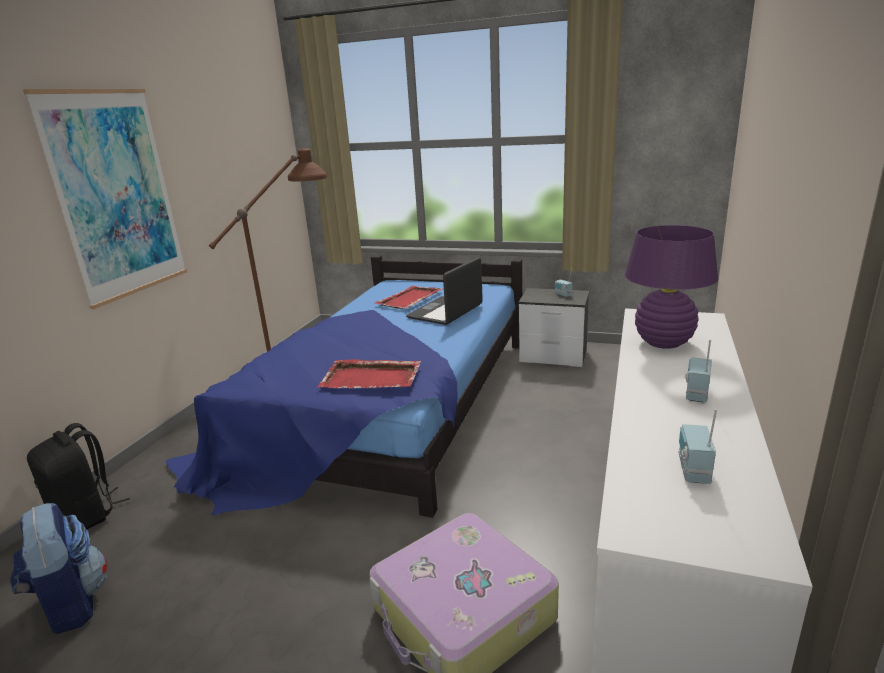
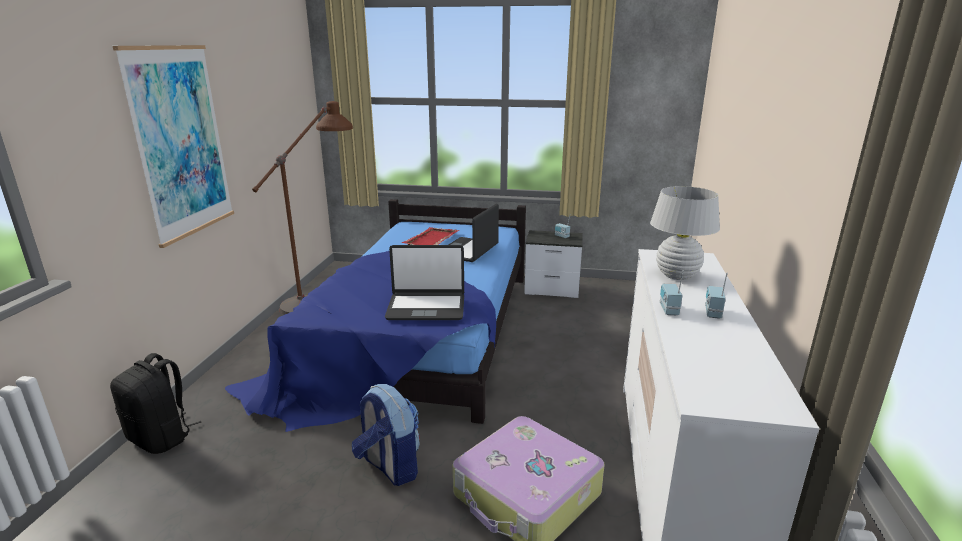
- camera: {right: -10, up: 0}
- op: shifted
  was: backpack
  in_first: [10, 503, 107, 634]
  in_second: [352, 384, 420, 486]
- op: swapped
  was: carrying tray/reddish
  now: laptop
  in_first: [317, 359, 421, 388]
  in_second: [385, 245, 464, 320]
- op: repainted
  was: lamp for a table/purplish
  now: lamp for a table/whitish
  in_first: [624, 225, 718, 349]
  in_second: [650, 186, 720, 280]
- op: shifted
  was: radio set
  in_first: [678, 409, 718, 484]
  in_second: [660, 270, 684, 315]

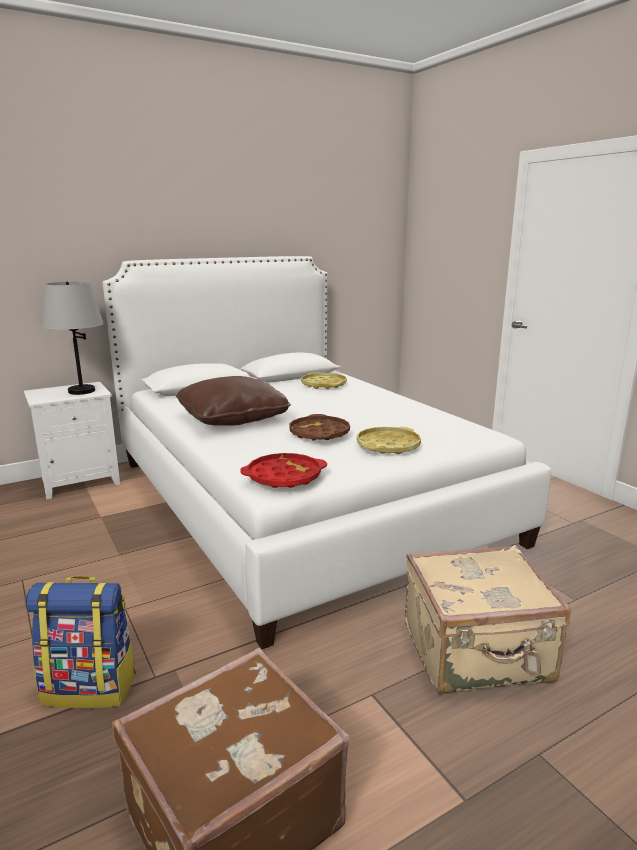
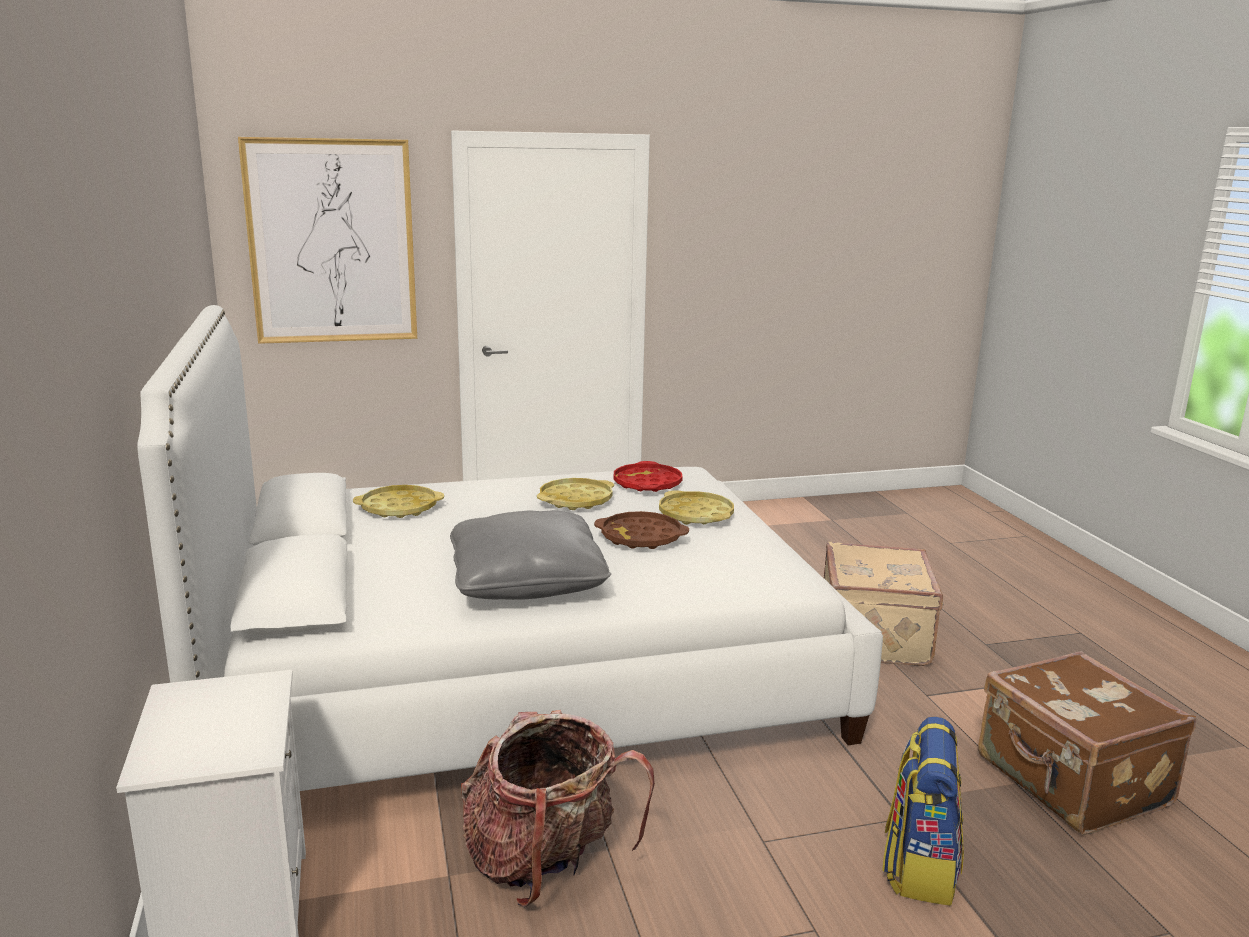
- camera: {right: -75, up: 0}
- op: gone
  was: lamp for a table/grey
  in_first: [41, 281, 104, 395]
- op: repainted
  was: cushion/brownish
  now: cushion/grey
  in_first: [176, 376, 291, 426]
  in_second: [450, 510, 611, 600]
- op: shifted
  was: carrying tray/reddish
  in_first: [241, 453, 327, 488]
  in_second: [614, 461, 683, 492]
- op: new
  now: picture
  in_second: [238, 137, 417, 344]
- op: new
  now: backpack
  in_second: [461, 710, 655, 907]
- op: new
  now: carrying tray/yellow
  in_second: [537, 478, 614, 510]

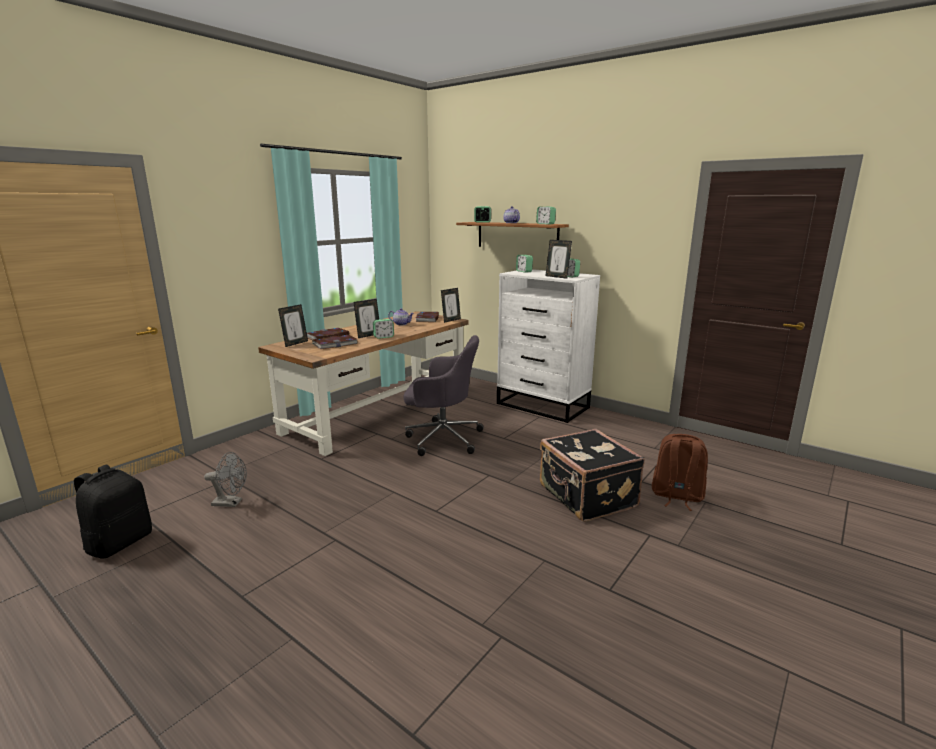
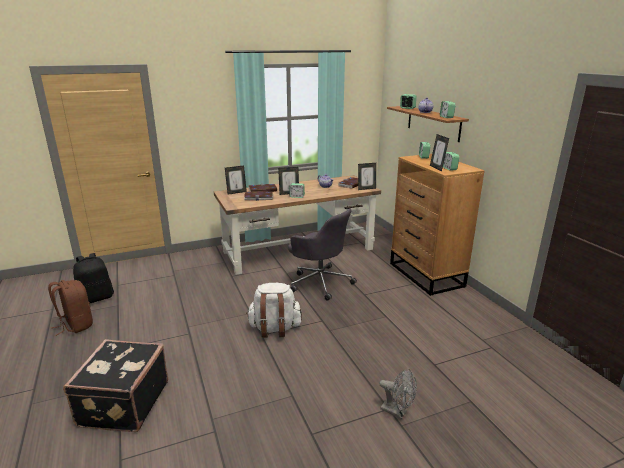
- camera: {right: 30, up: 5}
- op: shifted
  was: cooling fan/grey
  in_first: [204, 452, 247, 507]
  in_second: [379, 369, 417, 419]
- op: repainted
  was: chest of drawers/whitish
  now: chest of drawers/brownish
  in_first: [497, 269, 600, 423]
  in_second: [390, 154, 484, 296]
- op: shifted
  was: suitcase/black-coloured
  in_first: [540, 429, 645, 522]
  in_second: [63, 339, 168, 432]
- op: shifted
  was: backpack/brownish
  in_first: [652, 434, 708, 511]
  in_second: [48, 280, 93, 336]
- op: new
  now: backpack/whitish
  in_second: [246, 283, 302, 338]

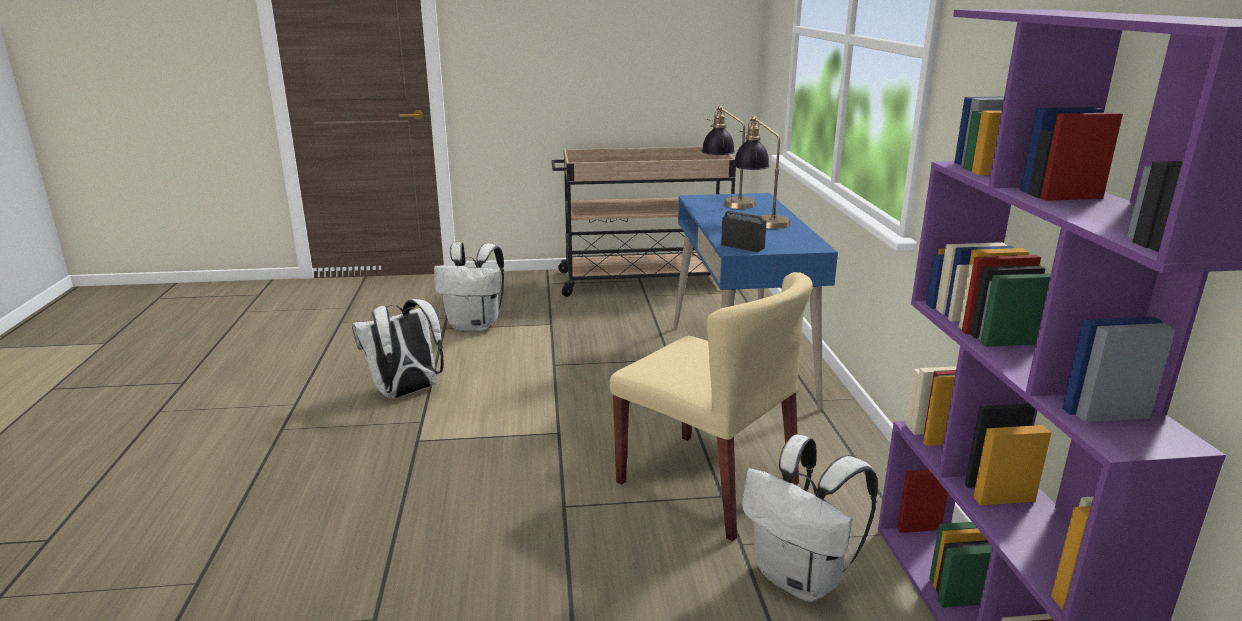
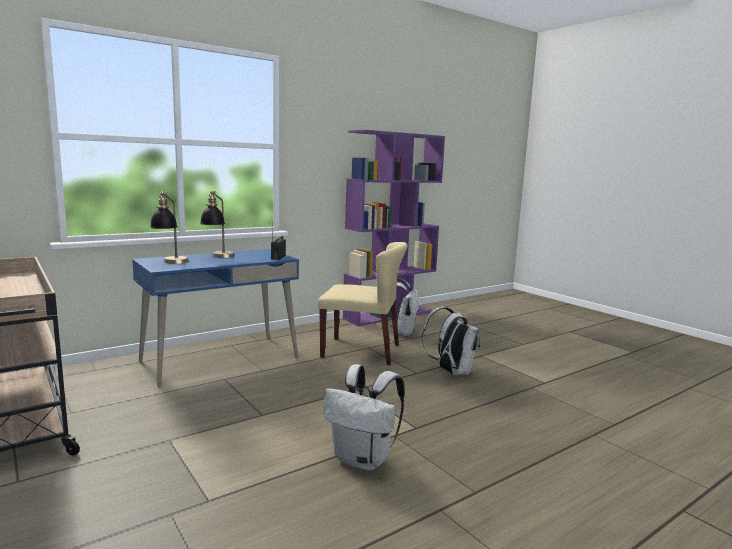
- camera: {right: -120, up: -10}
- op: shifted
  was: backpack/whitish
  in_first: [434, 242, 504, 332]
  in_second: [422, 307, 481, 375]
- op: rotated
  was: chair/beige-coloured
  in_first: [610, 272, 813, 541]
  in_second: [318, 242, 407, 365]
  clockwise: 90

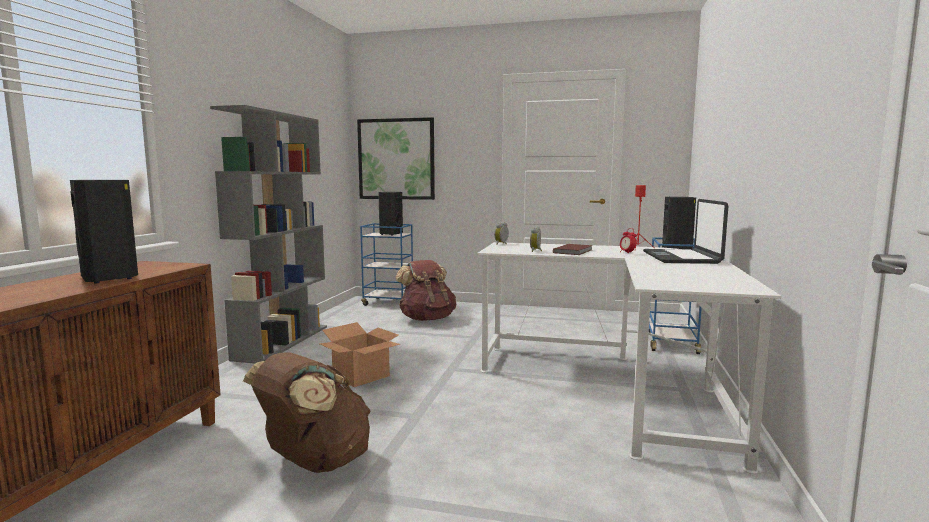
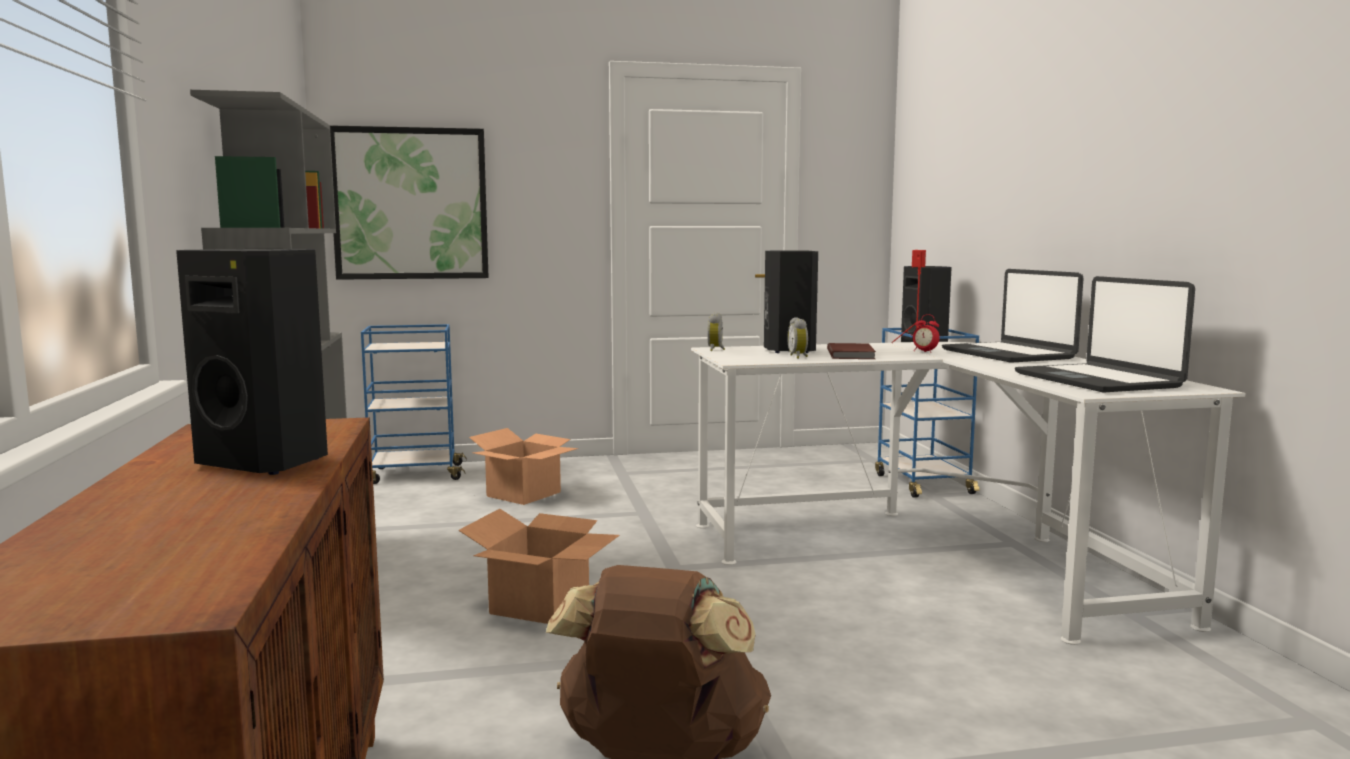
- camera: {right: -25, up: 0}
- op: shifted
  was: speaker/black-coloured
  in_first: [378, 192, 403, 236]
  in_second: [764, 250, 818, 353]
- op: swapped
  was: backpack/brownish
  now: packing box
  in_first: [395, 260, 456, 321]
  in_second: [469, 428, 578, 505]
- op: new
  now: laptop
  in_second: [1015, 276, 1195, 393]

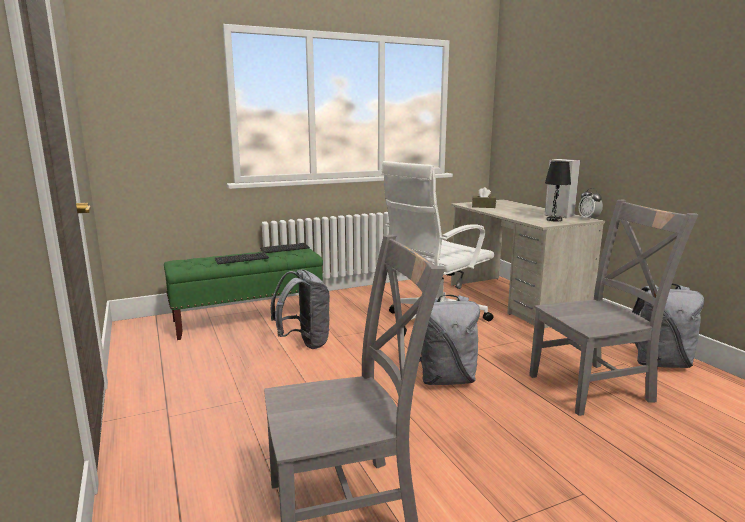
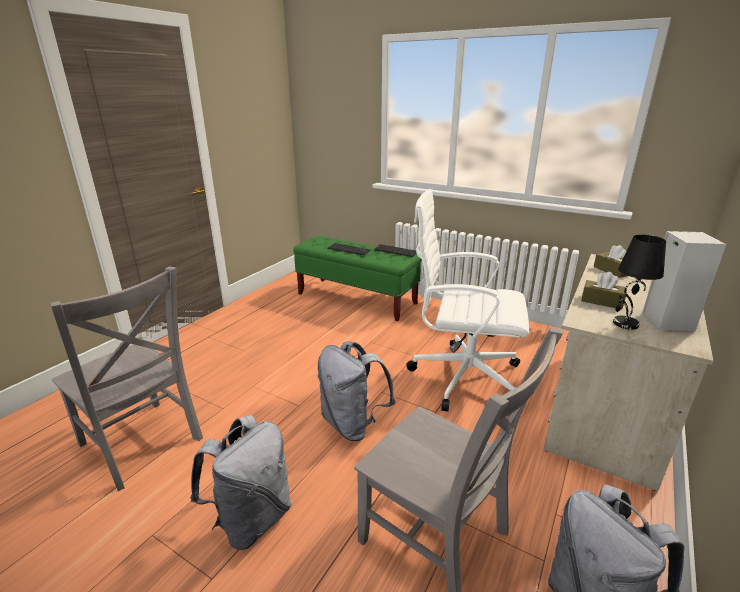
- camera: {right: 55, up: 10}
- op: shifted
  was: backpack/grey
  in_first: [271, 269, 330, 349]
  in_second: [190, 415, 291, 550]
- op: gone
  was: table clock
  in_first: [579, 188, 603, 221]
- op: new
  now: tissue holder/brownish
  in_second: [581, 272, 627, 309]

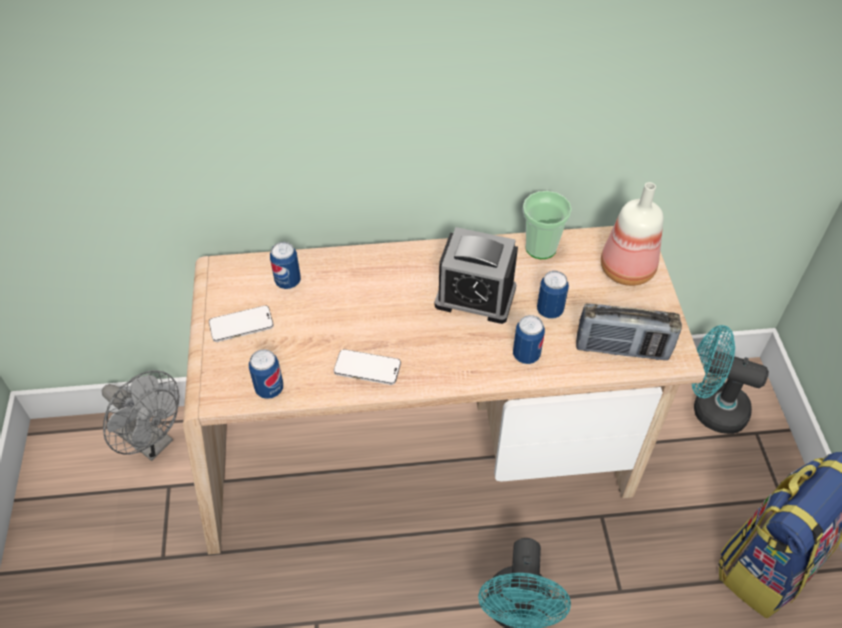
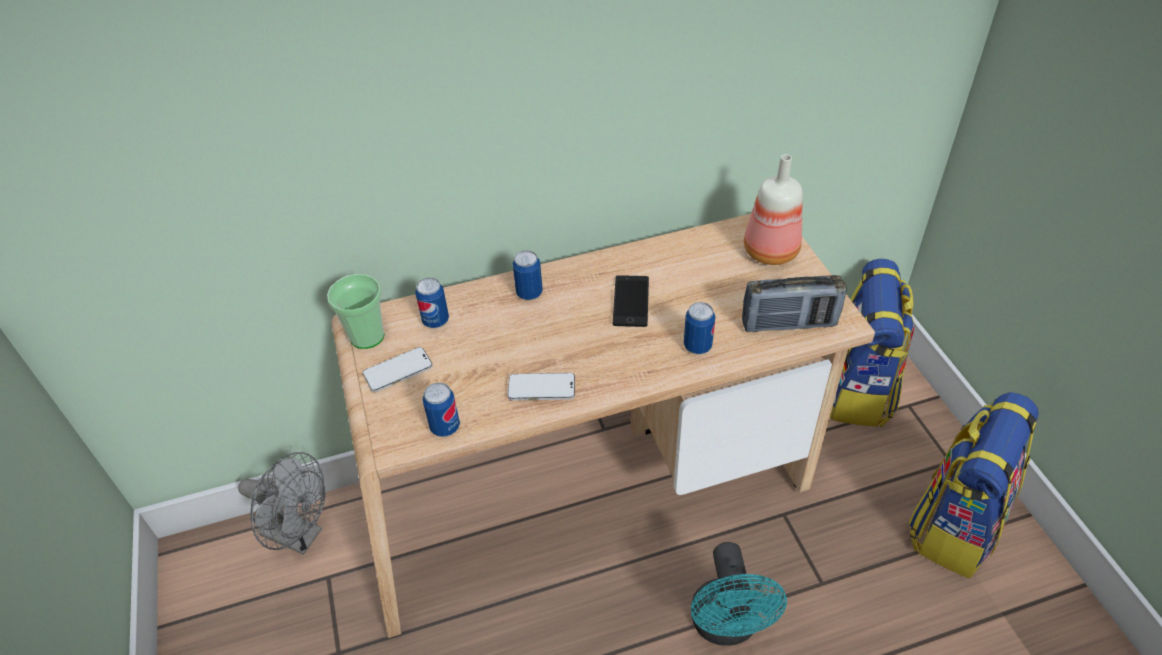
- camera: {right: -10, up: -5}
- op: swapped
  was: table clock
  now: phone
  in_first: [435, 227, 518, 324]
  in_second: [613, 275, 649, 327]
- op: shifted
  was: drinking cup
  in_first: [523, 191, 572, 259]
  in_second: [327, 274, 384, 349]
- op: shifted
  was: can
  in_first: [537, 271, 569, 319]
  in_second: [513, 250, 543, 300]
- op: swapped
  was: cooling fan/blue-green
  now: backpack
  in_first: [692, 325, 769, 434]
  in_second: [830, 259, 915, 427]

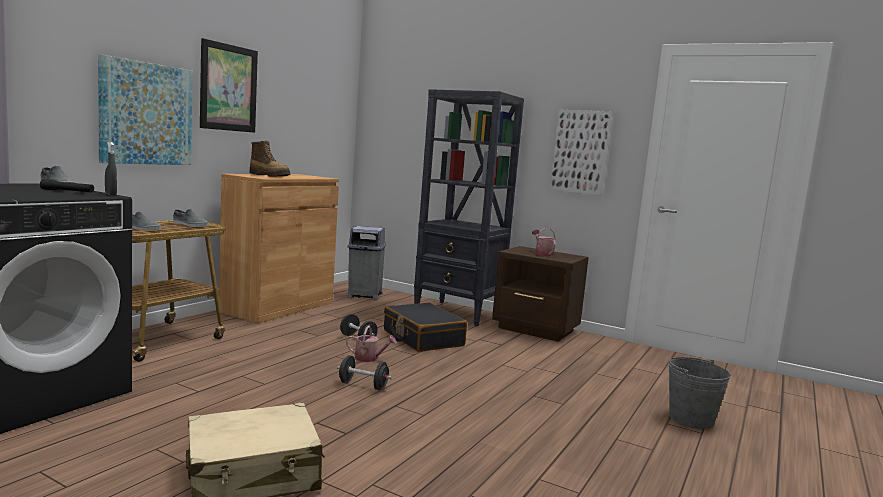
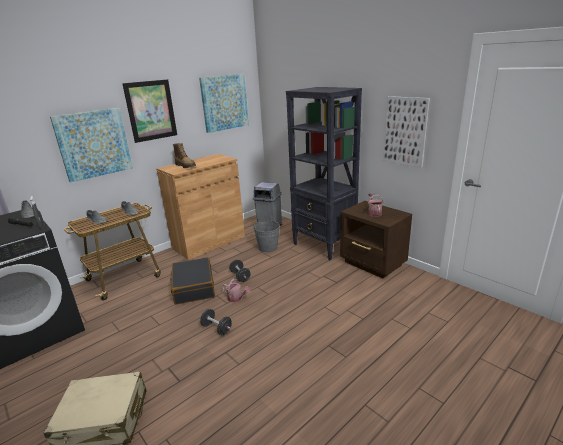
- camera: {right: 20, up: 15}
- op: shifted
  was: suitcase/black-coloured
  in_first: [384, 303, 467, 352]
  in_second: [170, 257, 215, 305]
- op: shifted
  was: water bucket/grey
  in_first: [668, 357, 731, 429]
  in_second: [253, 220, 280, 252]
- op: new
  now: picture
  in_second: [199, 74, 249, 133]

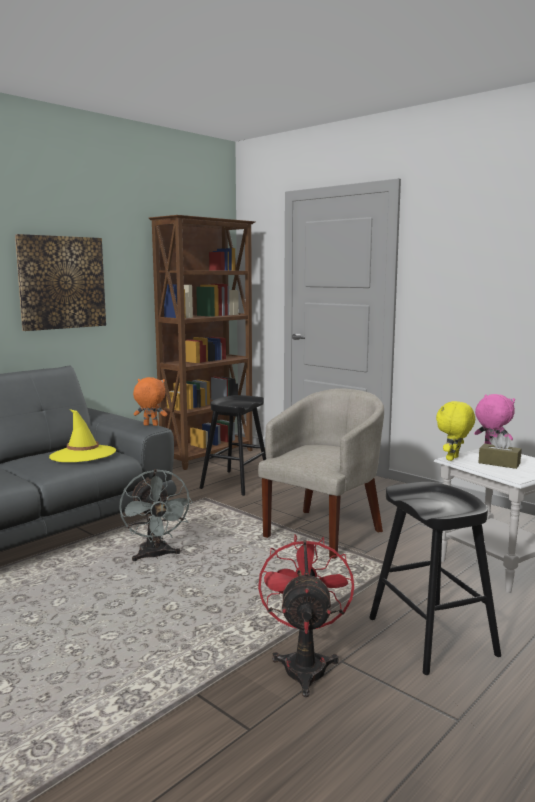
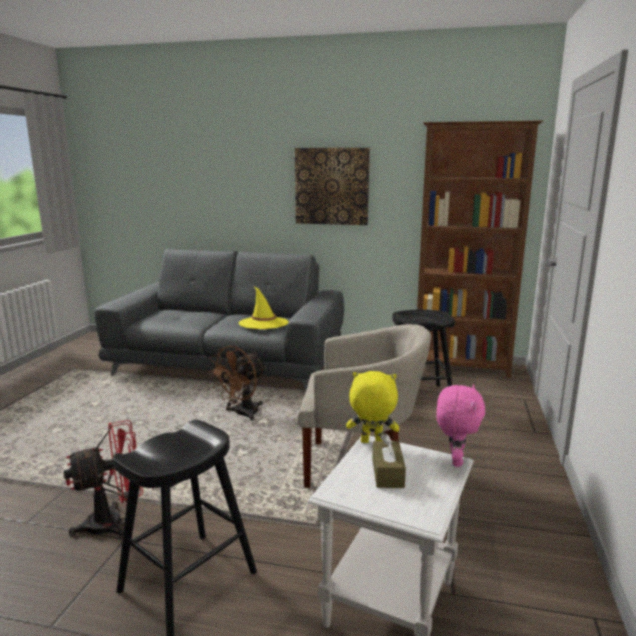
- camera: {right: 60, up: 5}
- op: repainted
  was: cooling fan/grey
  now: cooling fan/brownish
  in_first: [119, 469, 193, 561]
  in_second: [208, 346, 266, 420]
- op: gone
  was: soft toy/orange-coloured
  in_first: [133, 377, 167, 426]

